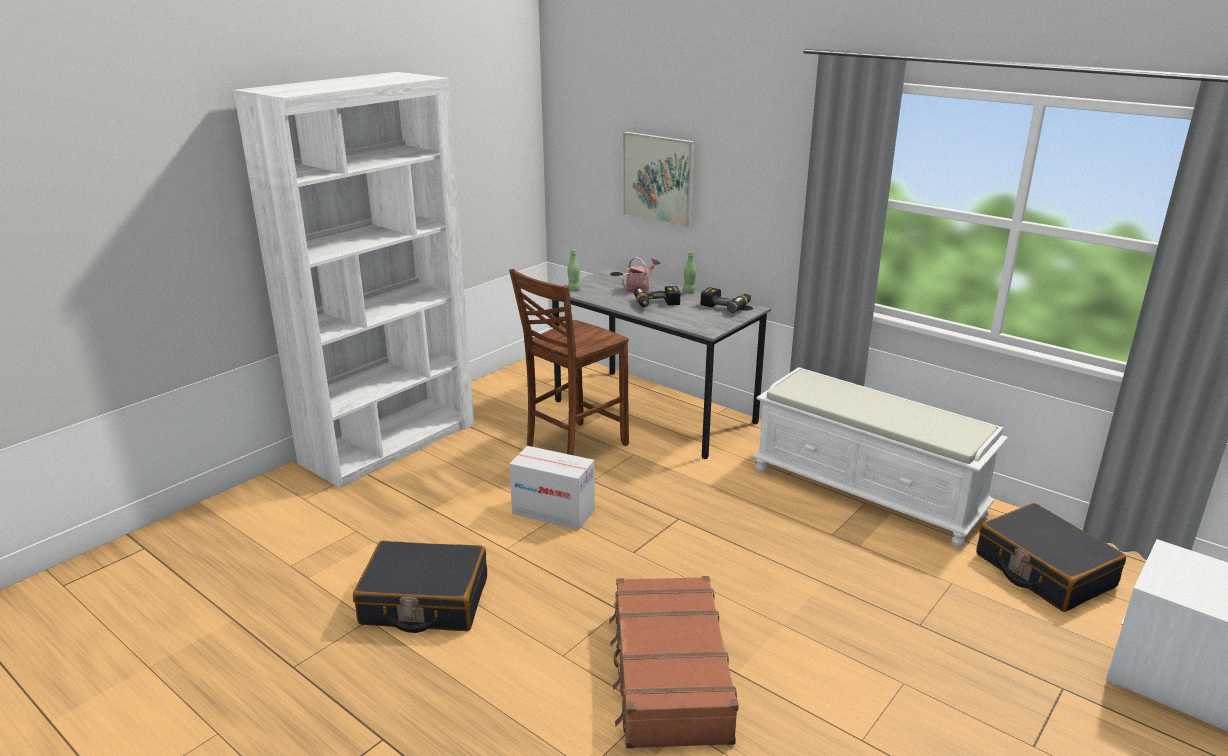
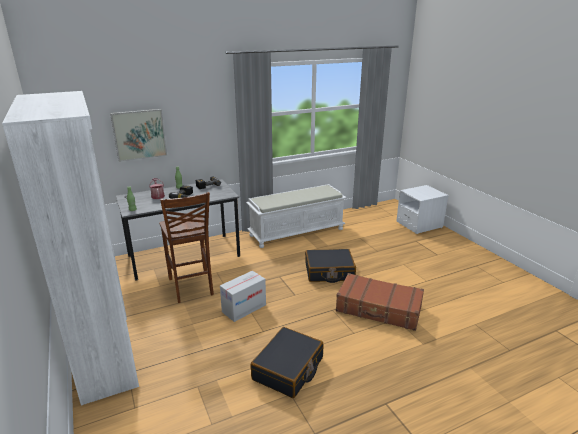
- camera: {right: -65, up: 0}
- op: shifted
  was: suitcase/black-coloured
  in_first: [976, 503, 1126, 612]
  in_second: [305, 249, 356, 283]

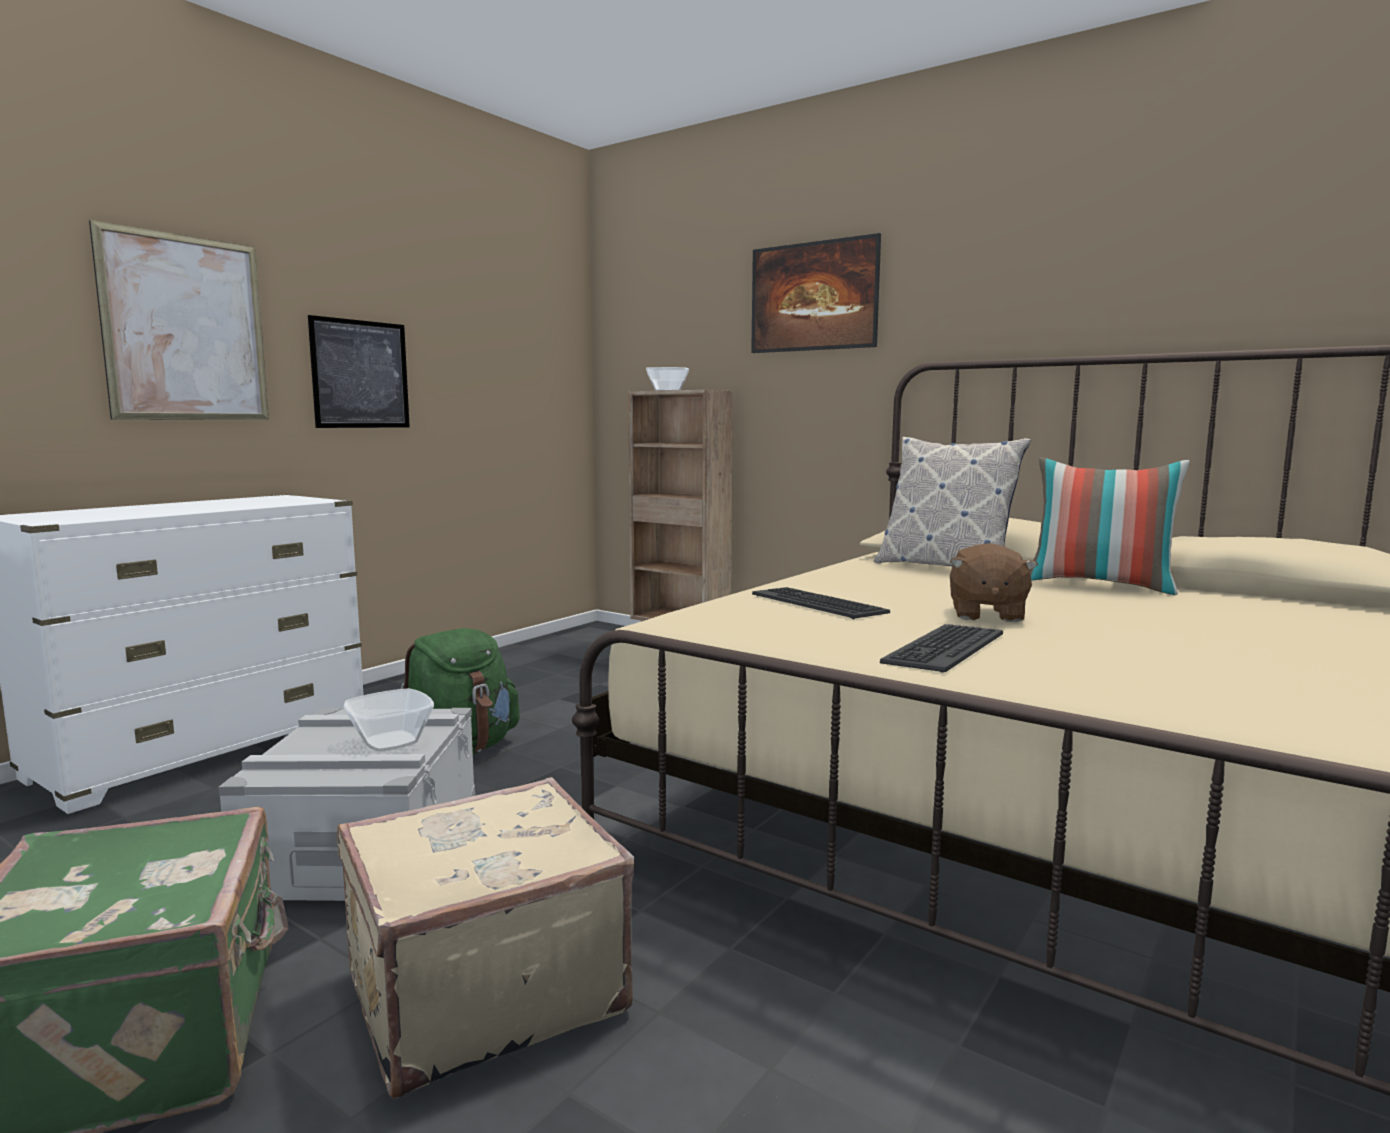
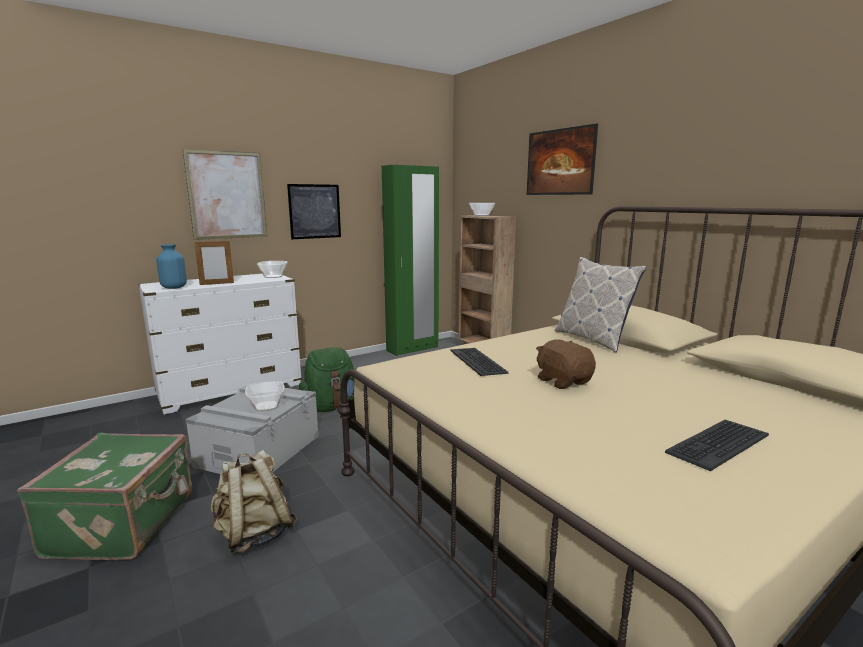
- camera: {right: 20, up: 5}
- op: swapped
  was: suitcase/beige-coloured
  now: backpack/beige-coloured
  in_first: [337, 777, 634, 1099]
  in_second: [211, 450, 297, 554]
- op: shifted
  was: computer keyboard
  in_first: [880, 624, 1003, 673]
  in_second: [665, 420, 769, 471]
- op: rotated
  was: soft toy/brownish
  in_first: [950, 543, 1038, 622]
  in_second: [536, 339, 596, 389]
  clockwise: 120
- op: gone
  was: cushion
  in_first: [1030, 458, 1190, 595]
- op: new
  now: decorative vase/blue
  in_second: [156, 244, 187, 289]
- op: new
  now: photo frame
  in_second: [194, 240, 234, 285]
- op: new
  now: serving bowl
  in_second: [257, 261, 288, 278]
- op: new
  now: clothes cupboard/green
  in_second: [382, 165, 439, 356]

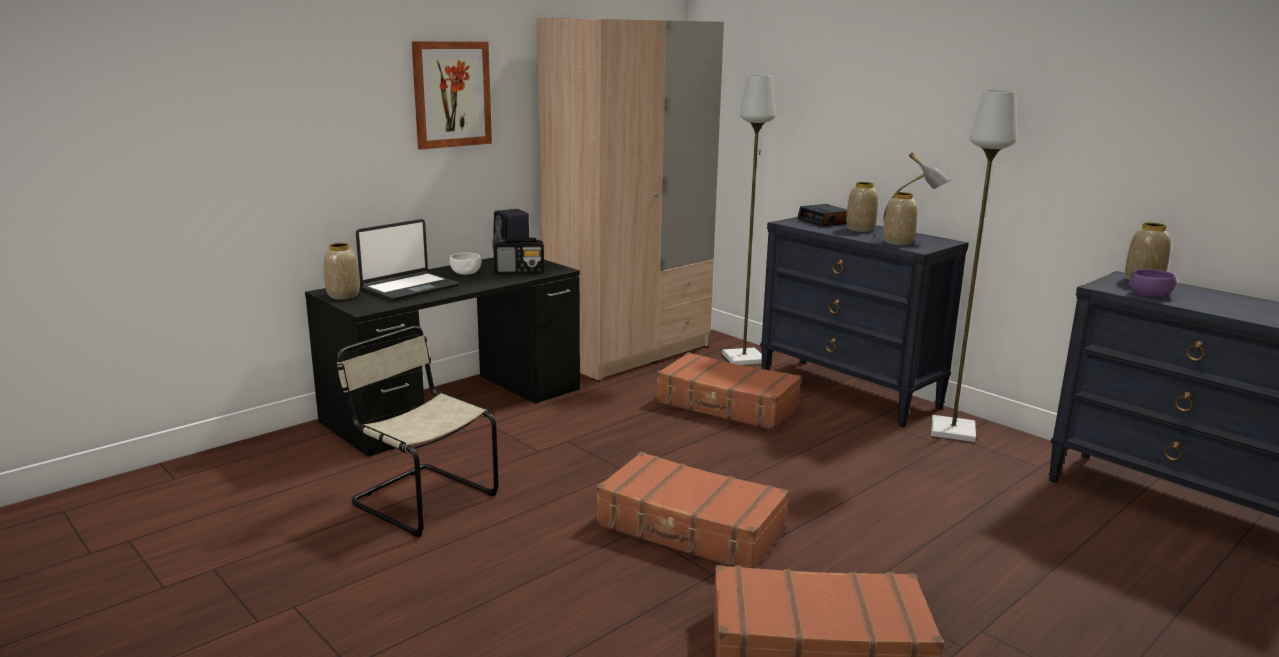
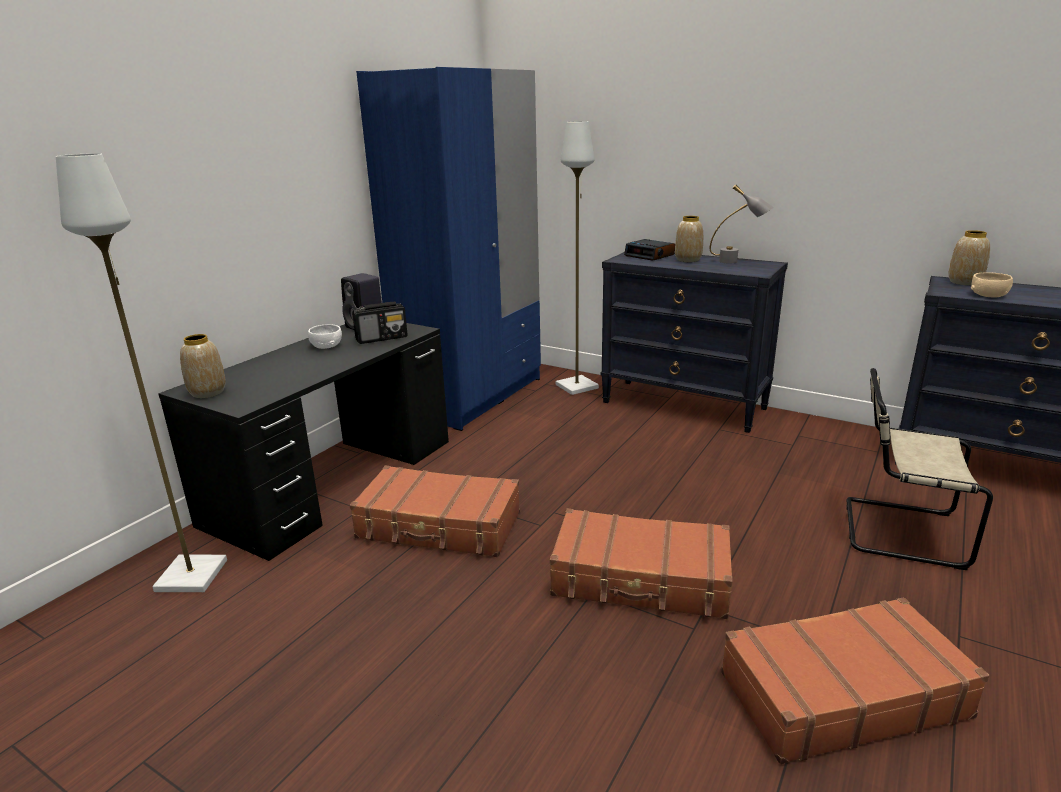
- camera: {right: -15, up: 5}
- op: shifted
  was: chair/beige-coloured
  in_first: [336, 326, 498, 537]
  in_second: [846, 368, 993, 570]
- op: gone
  was: laptop
  in_first: [356, 219, 460, 301]
- op: gone
  was: picture
  in_first: [412, 41, 492, 149]
- op: repainted
  was: clothes cupboard/beige-coloured
  now: clothes cupboard/blue
  in_first: [537, 18, 724, 382]
  in_second: [356, 67, 541, 431]
- op: shifted
  was: suitcase/brownish
  in_first: [656, 352, 802, 430]
  in_second: [350, 465, 520, 557]
- op: gone
  was: decorative vase
  in_first: [883, 192, 917, 245]
- op: shifted
  was: floor lamp/grey
  in_first: [931, 90, 1017, 442]
  in_second: [56, 153, 227, 592]
- op: repainted
  was: serving bowl/purplish
  now: serving bowl/beige-coloured
  in_first: [1129, 269, 1177, 298]
  in_second: [971, 272, 1013, 297]

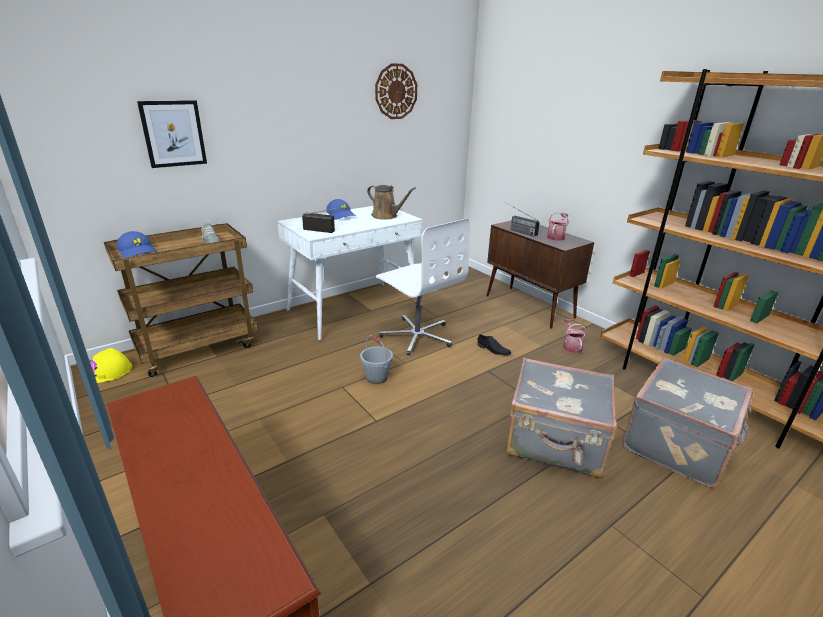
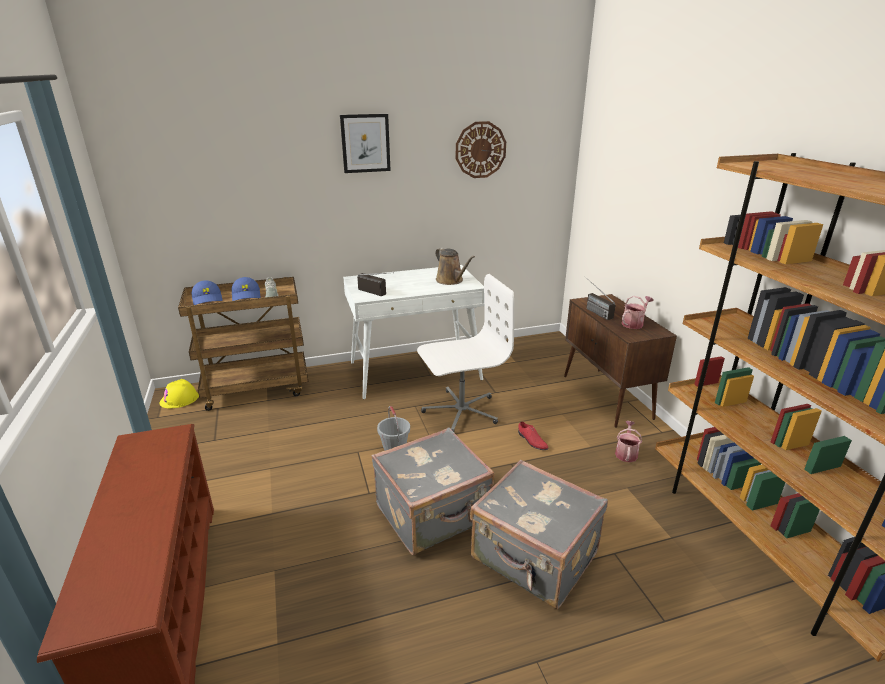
- camera: {right: 20, up: 0}
- op: shifted
  was: picture
  in_first: [137, 100, 207, 168]
  in_second: [340, 114, 391, 173]
- op: shifted
  was: peaked cap/blue
  in_first: [326, 199, 356, 220]
  in_second: [232, 277, 260, 301]
- op: rotated
  was: desk chair/whitish
  in_first: [375, 218, 470, 356]
  in_second: [417, 274, 514, 432]
  clockwise: -90
- op: repainted
  was: shoe/black-coloured
  now: shoe/reddish
  in_first: [477, 334, 511, 356]
  in_second: [518, 422, 549, 450]
- op: shifted
  was: suitcase/grey
  in_first: [623, 358, 754, 487]
  in_second: [372, 427, 495, 555]

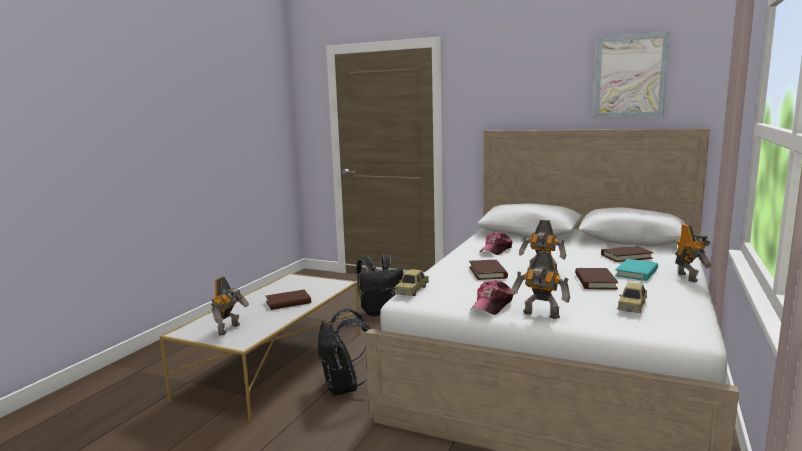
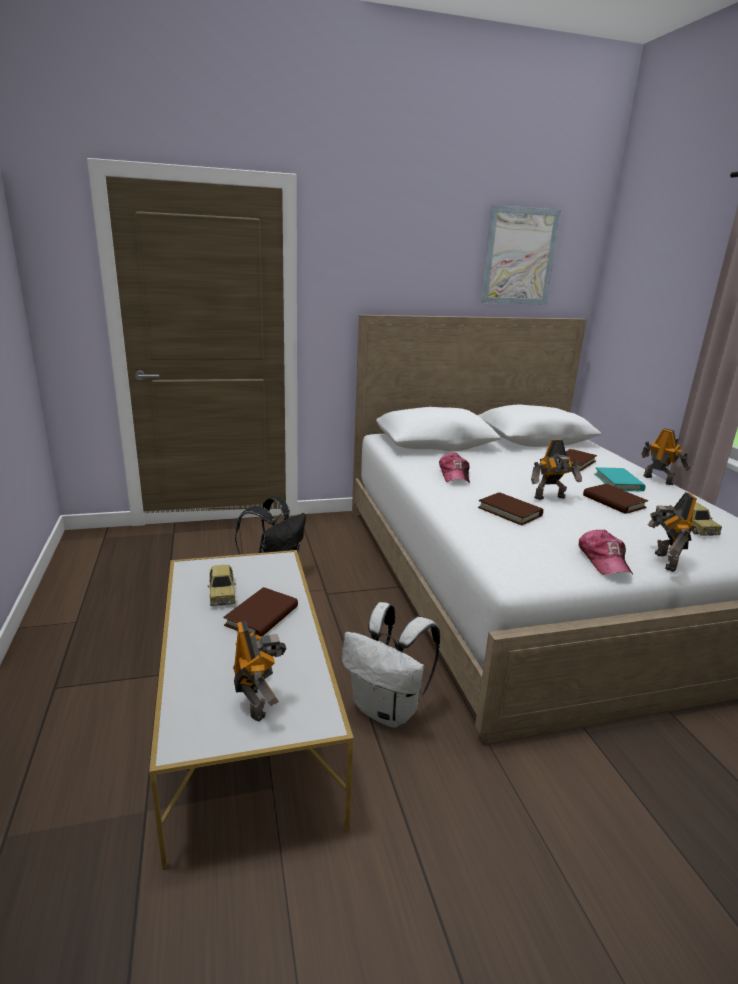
- camera: {right: -40, up: 10}
- op: repainted
  was: backpack/black-coloured
  now: backpack/whitish
  in_first: [318, 309, 371, 395]
  in_second: [342, 602, 440, 728]
- op: shifted
  was: miniature car
  in_first: [395, 269, 429, 296]
  in_second: [207, 565, 236, 606]
- op: rotated
  was: robot figure
  in_first: [511, 251, 570, 319]
  in_second: [647, 492, 697, 572]
  clockwise: 105

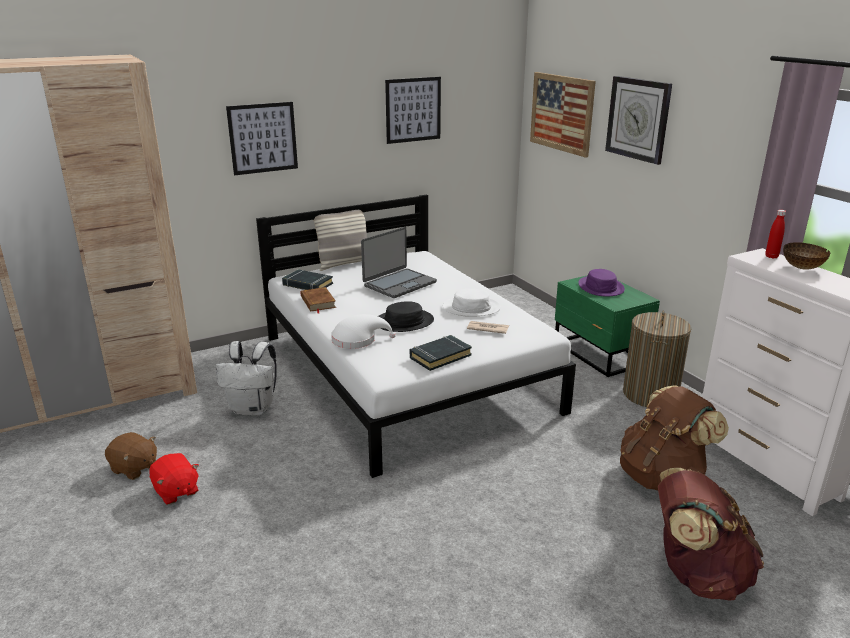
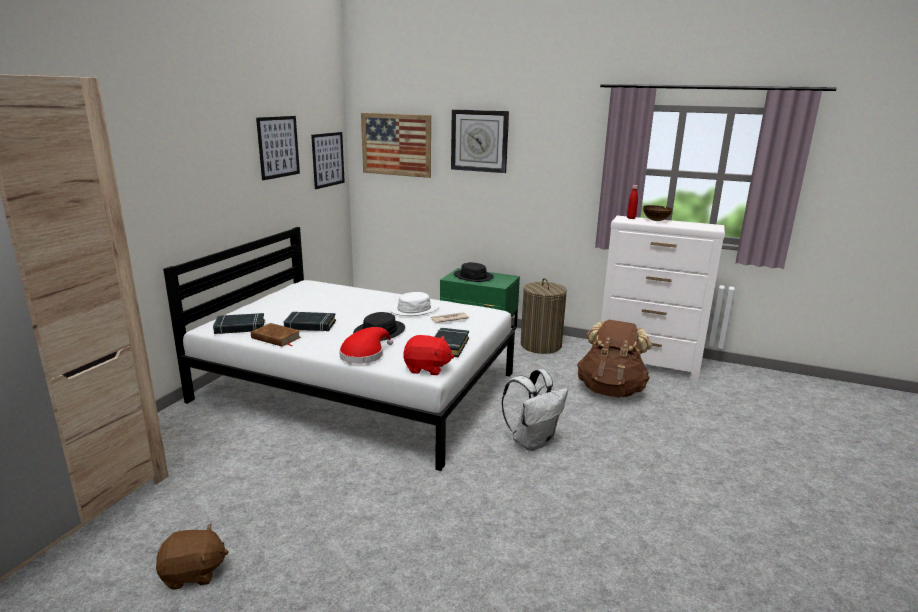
- camera: {right: -40, up: -5}
- op: shifted
  was: soft toy/reddish
  in_first: [149, 453, 199, 505]
  in_second: [403, 335, 454, 375]
- op: shifted
  was: backpack/whitish
  in_first: [216, 341, 277, 415]
  in_second: [501, 369, 568, 451]
- op: shifted
  was: picture
  in_first: [226, 102, 298, 175]
  in_second: [311, 132, 345, 189]
- op: gone
  was: cushion
  in_first: [313, 210, 367, 271]
- op: repainted
  was: clothing hat/whitish
  now: clothing hat/reddish
  in_first: [331, 314, 396, 349]
  in_second: [339, 327, 393, 364]
- op: gone
  was: laptop
  in_first: [361, 227, 437, 298]
- op: repainted
  was: clothing hat/purplish
  now: clothing hat/black-coloured
  in_first: [578, 269, 625, 296]
  in_second: [454, 262, 494, 282]
- op: gone
  was: backpack/brownish
  in_first: [658, 468, 764, 601]
- op: new
  now: bound book/black-coloured
  in_second: [283, 312, 336, 332]

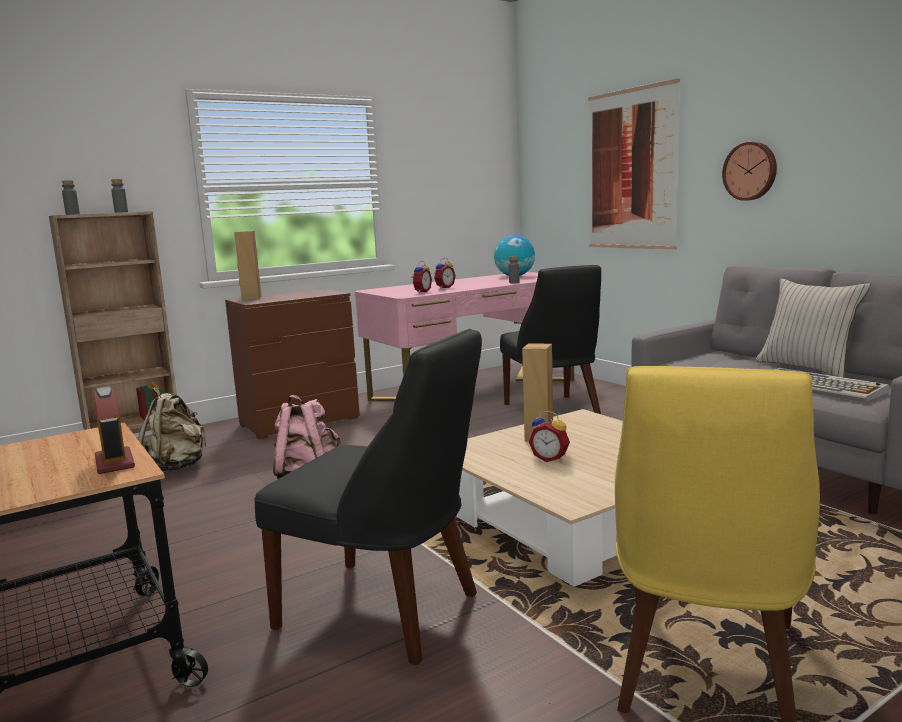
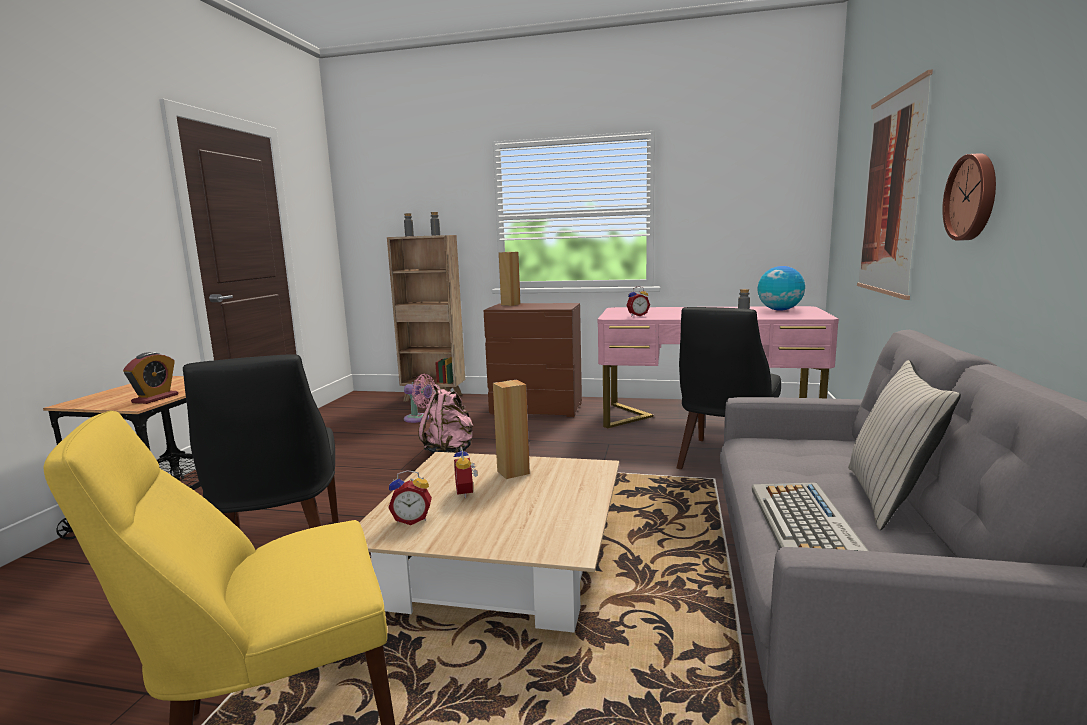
- camera: {right: 45, up: 0}
- op: swapped
  was: backpack/beige-coloured
  now: cooling fan/pink
  in_first: [138, 387, 206, 471]
  in_second: [404, 374, 436, 423]
- op: shifted
  was: table clock
  in_first: [434, 258, 456, 289]
  in_second: [388, 470, 432, 525]

